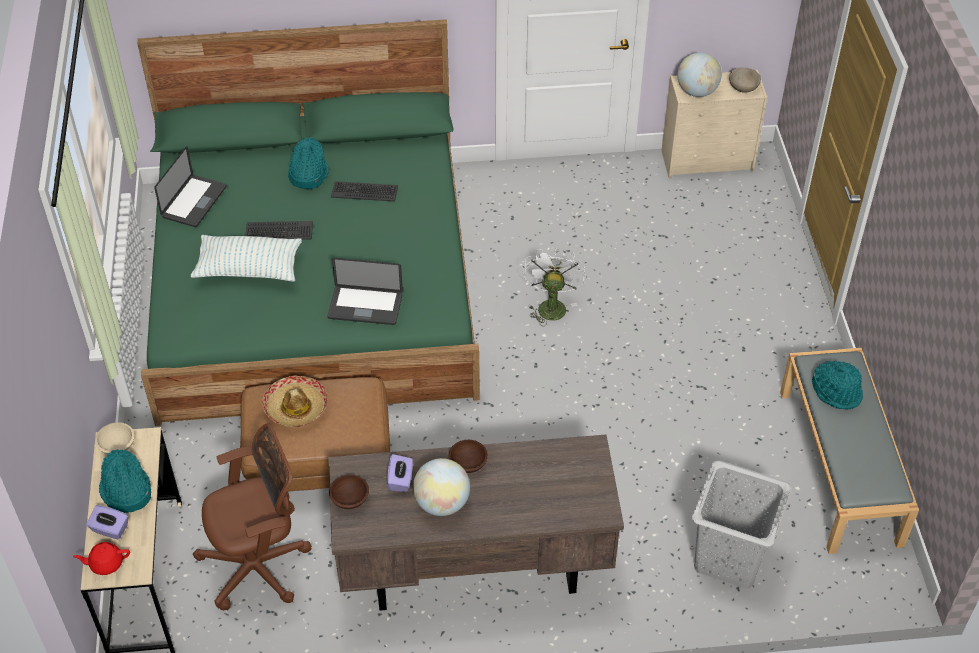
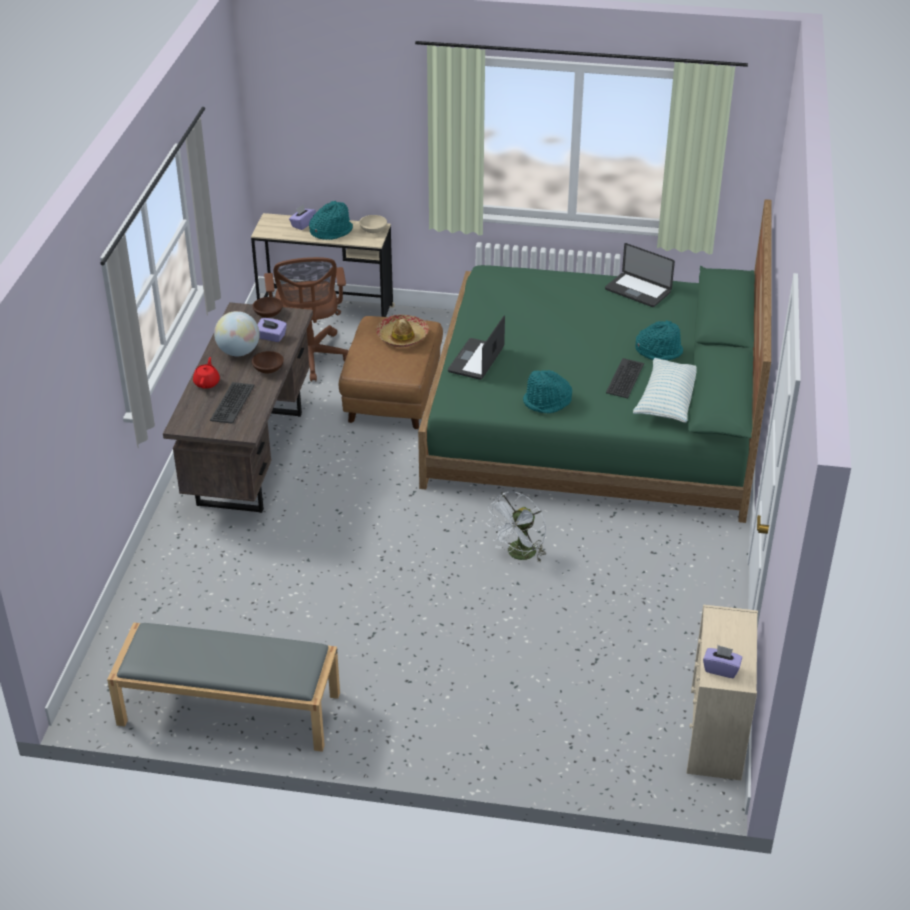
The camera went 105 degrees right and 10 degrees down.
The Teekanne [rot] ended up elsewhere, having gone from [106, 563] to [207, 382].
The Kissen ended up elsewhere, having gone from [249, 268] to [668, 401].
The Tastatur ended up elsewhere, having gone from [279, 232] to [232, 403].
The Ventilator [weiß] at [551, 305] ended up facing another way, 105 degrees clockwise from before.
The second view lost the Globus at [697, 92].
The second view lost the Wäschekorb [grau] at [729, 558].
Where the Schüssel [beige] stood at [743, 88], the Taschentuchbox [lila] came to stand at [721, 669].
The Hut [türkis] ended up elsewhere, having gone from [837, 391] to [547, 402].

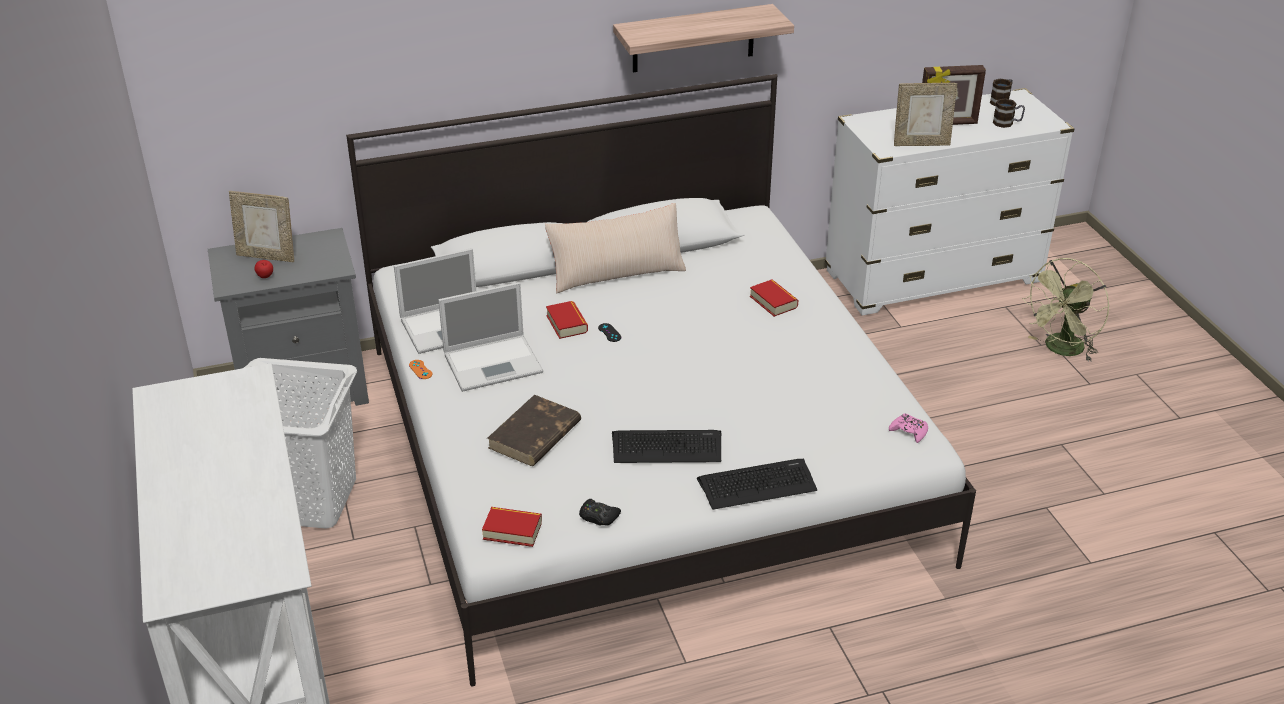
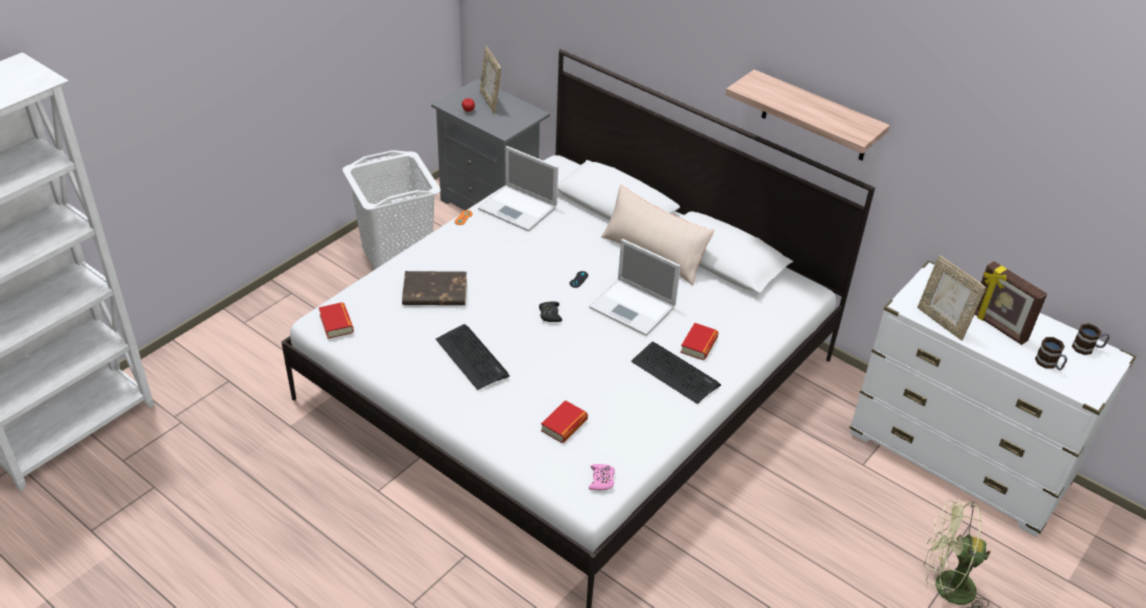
The camera went 55 degrees right and 5 degrees up.
The Laptop ended up elsewhere, having gone from [494, 362] to [634, 308].
The Buch ended up elsewhere, having gone from [567, 324] to [564, 425].
The Gamepad [schwarz] ended up elsewhere, having gone from [598, 517] to [550, 314].
The Tastatur ended up elsewhere, having gone from [757, 484] to [675, 373].

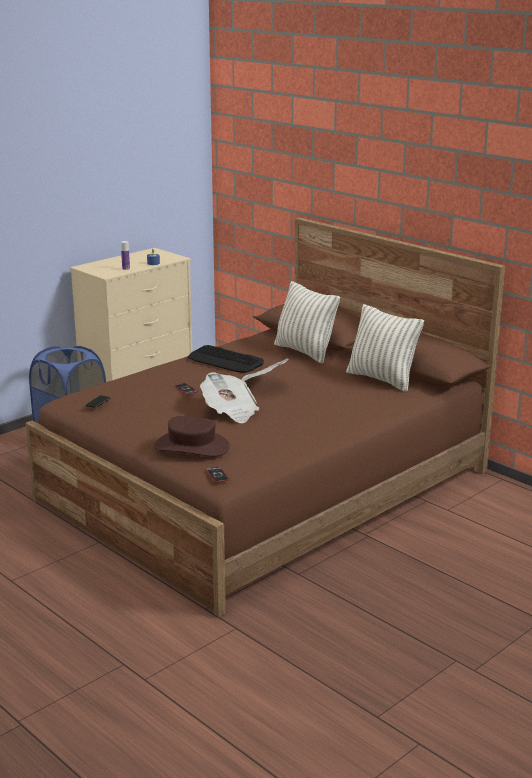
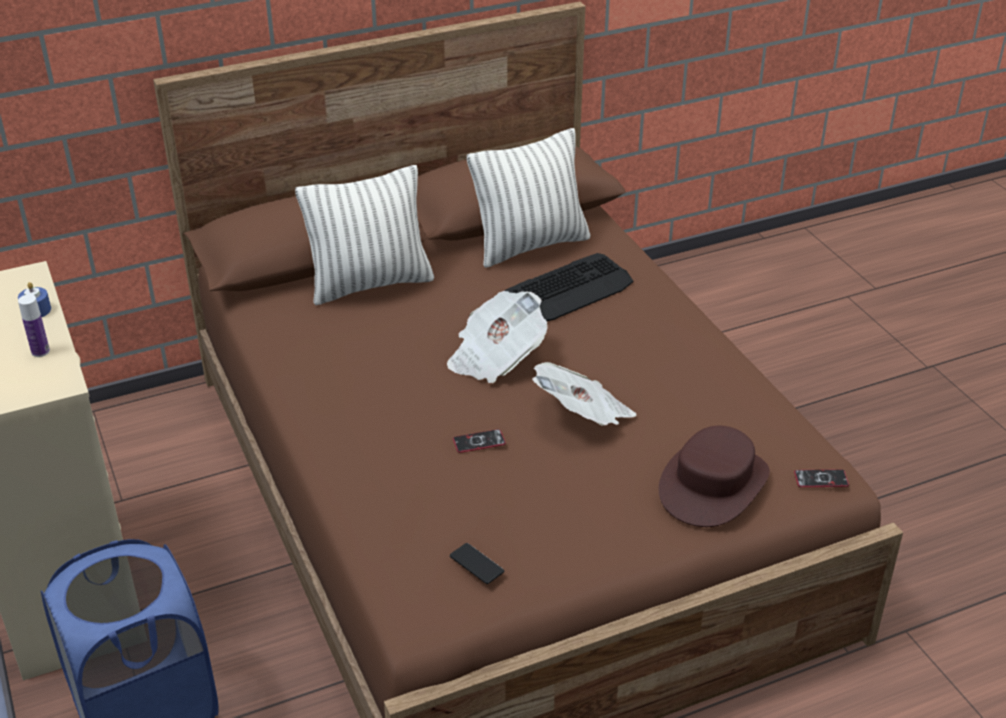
The camera went 70 degrees left and 15 degrees up.
The Tastatur ended up elsewhere, having gone from [225, 361] to [568, 290].

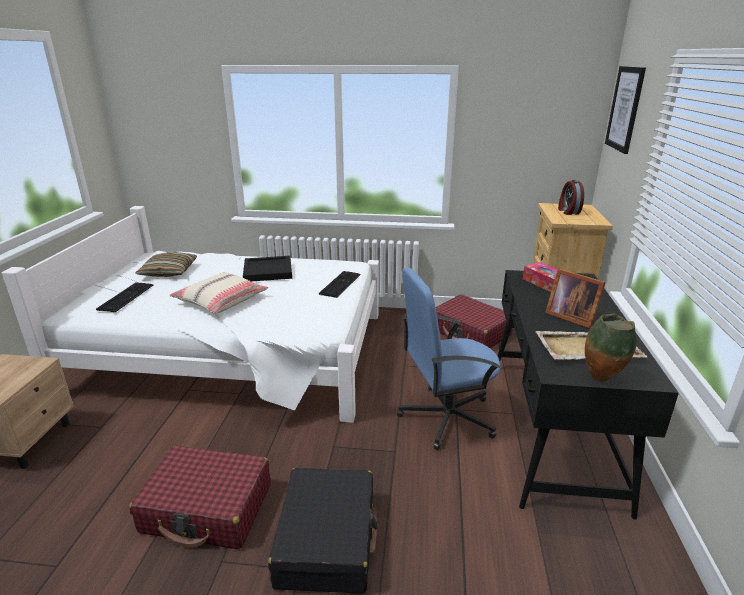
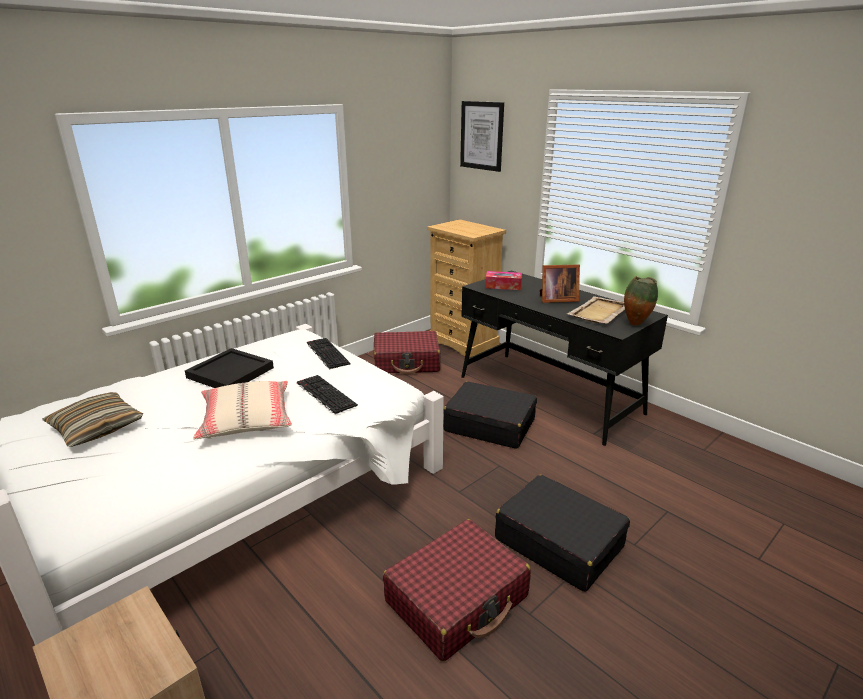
The camera went 50 degrees left and 0 degrees up.
The Tastatur ended up elsewhere, having gone from [125, 297] to [324, 394].
Where the Bürostuhl [blau] stood at [445, 417], the Koffer [schwarz] came to stand at [489, 425].
The second view lost the Wecker at [568, 211].

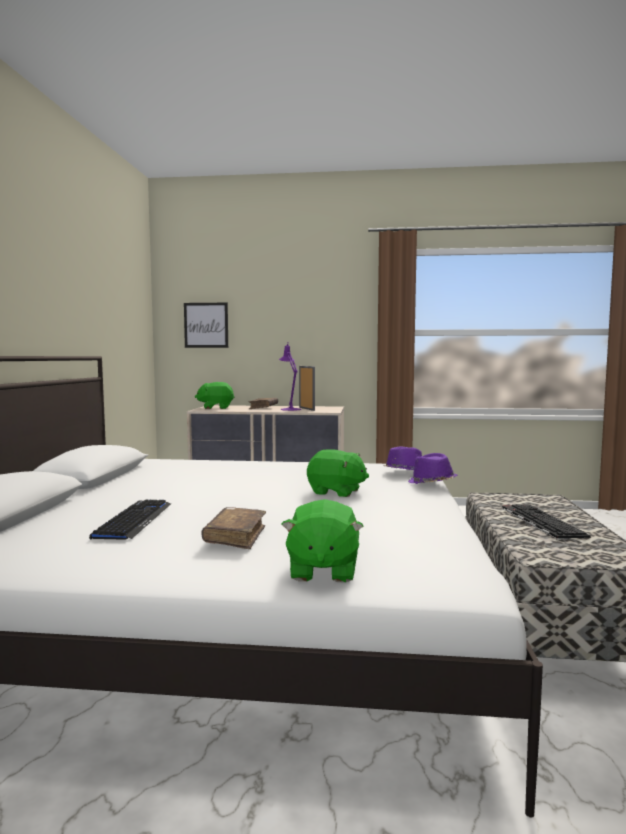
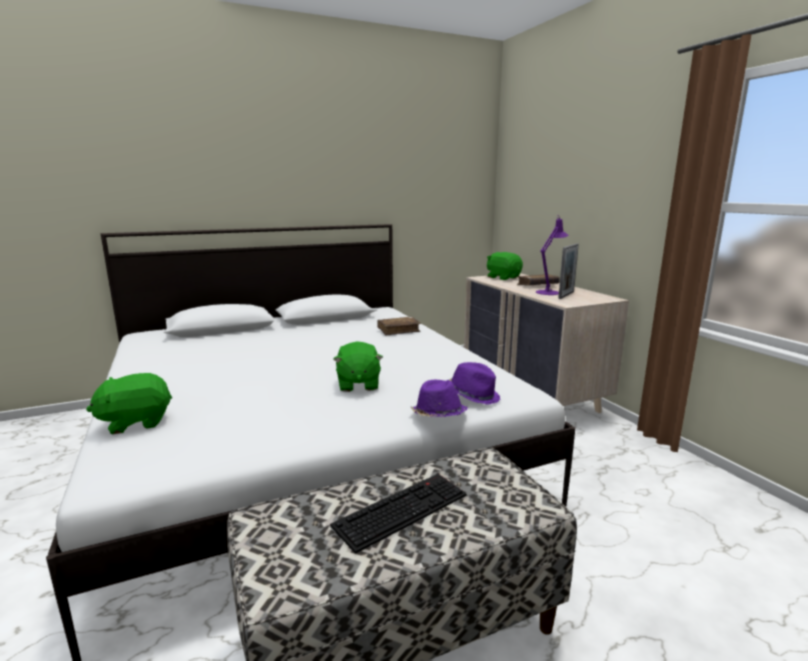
The camera went 60 degrees right and 10 degrees up.
The second view lost the Tastatur at [134, 521].
The second view lost the Bild at [206, 325].
The Buch [braun] ended up elsewhere, having gone from [235, 537] to [398, 330].

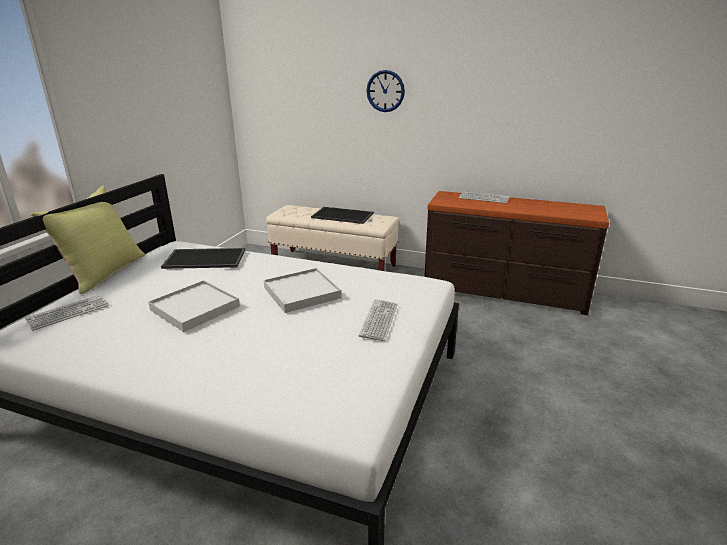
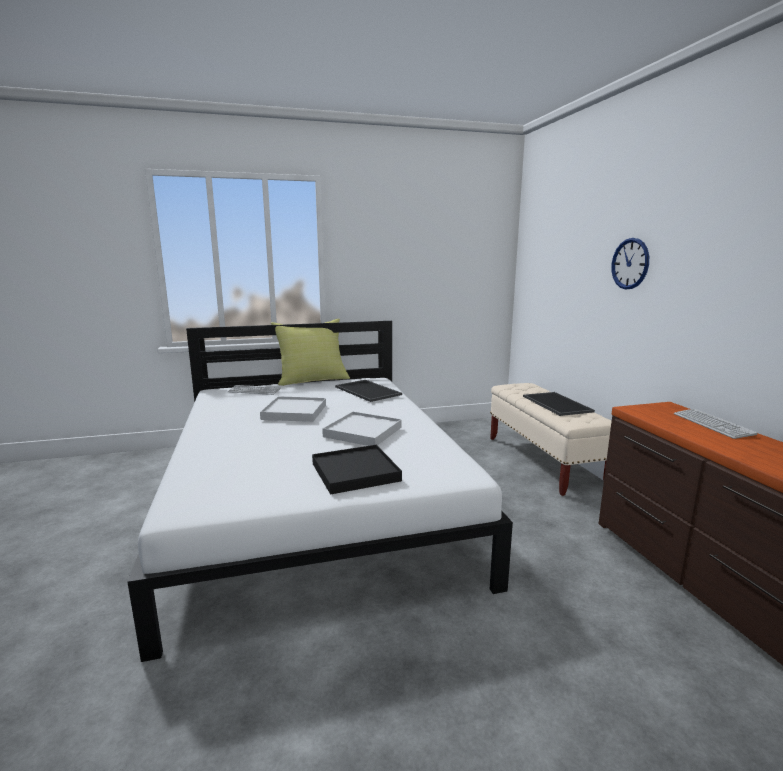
The camera went 55 degrees right and 10 degrees down.
Where the Tastatur stood at [379, 320], the Tablett [schwarz] came to stand at [355, 472].

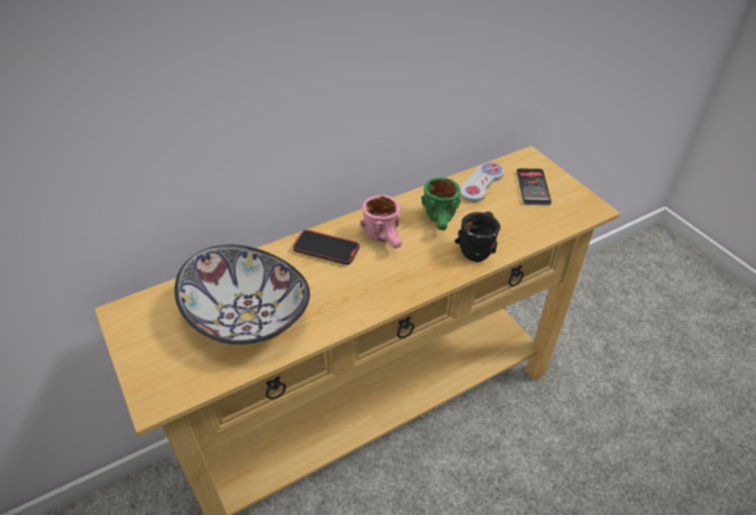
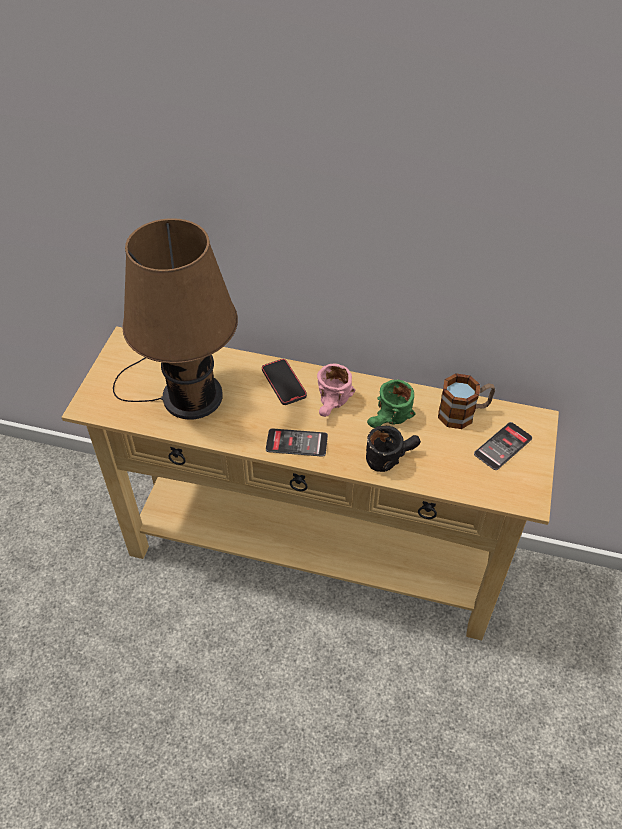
The camera went 45 degrees right and 5 degrees up.
Where the Schüssel stood at [249, 316], the Tischlampe [braun] came to stand at [186, 394].
Where the Gamepad [weiß] stood at [481, 183], the Henkelbecher came to stand at [463, 413].
The second view gained the Handy at [296, 443].

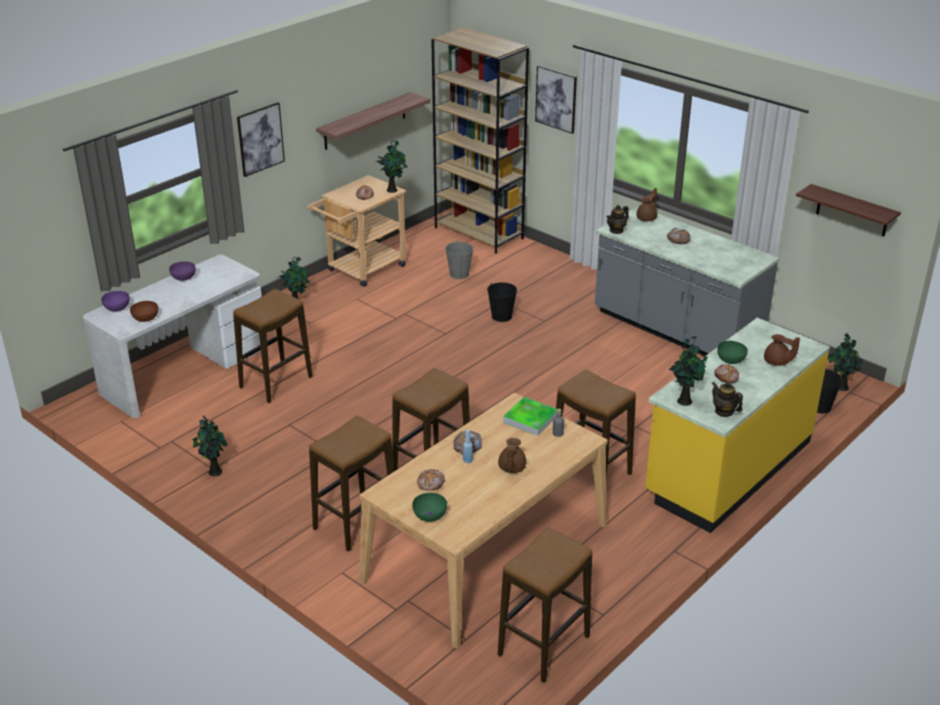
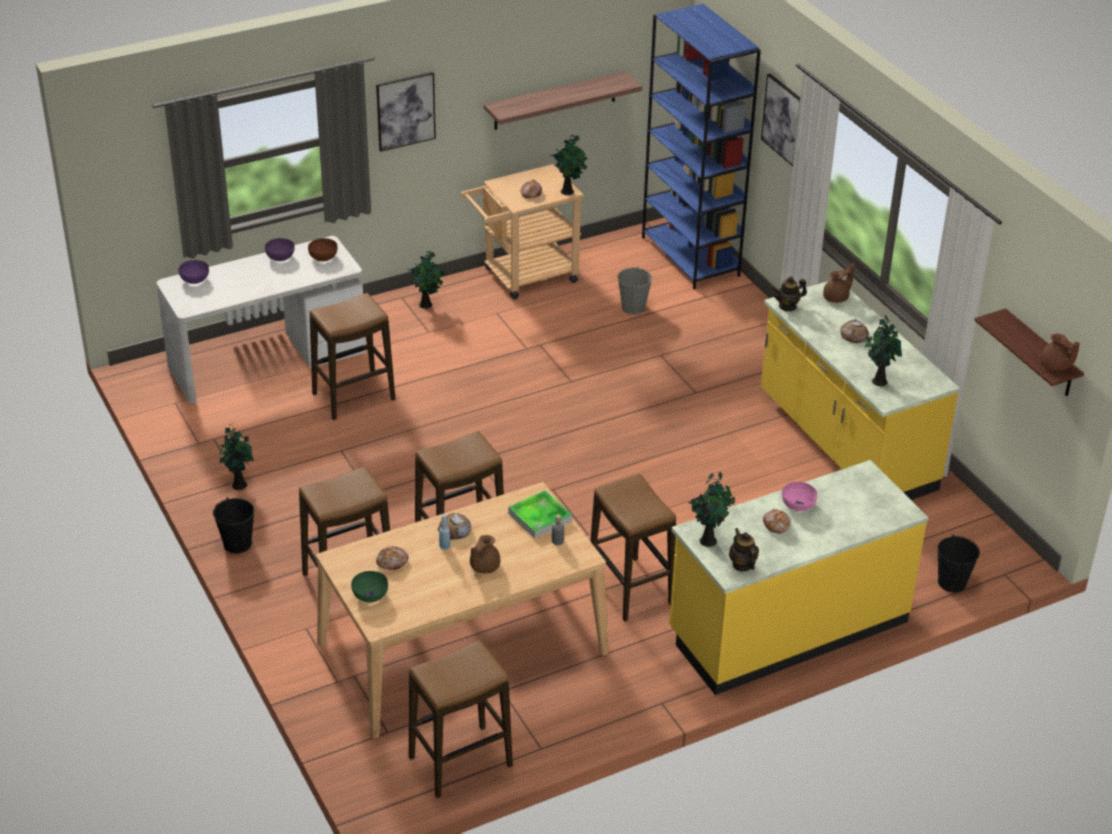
The camera went 20 degrees right and 5 degrees up.
The Schüssel [braun] ended up elsewhere, having gone from [146, 318] to [323, 257].
What was the Bücherregal [braun] at [479, 233] turned into the Bücherregal [blau] at [691, 257].
The Eimer [schwarz] ended up elsewhere, having gone from [501, 316] to [237, 543].
What was the Küchenzeile [grau] at [676, 331] turned into the Küchenzeile [gelb] at [845, 443].
What was the Schüssel [grün] at [730, 359] turned into the Schüssel [rosa] at [797, 505].
The Teekanne [braun] ended up elsewhere, having gone from [777, 362] to [1055, 366].
The Topfpflanze ended up elsewhere, having gone from [841, 387] to [878, 380].

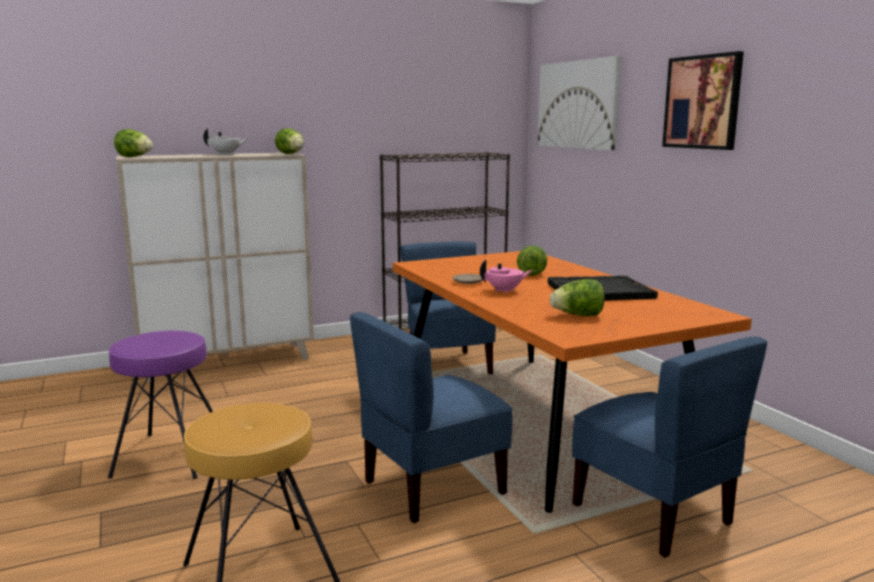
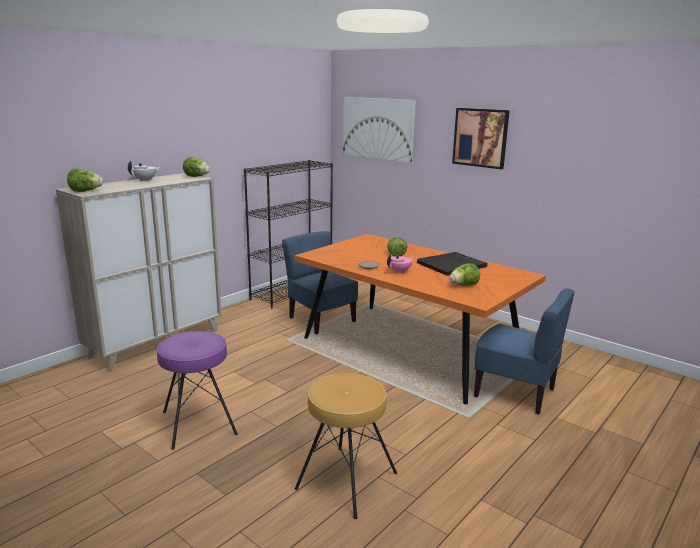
The camera went 25 degrees left and 5 degrees up.
The second view lost the Stuhl [blau] at [432, 487].

